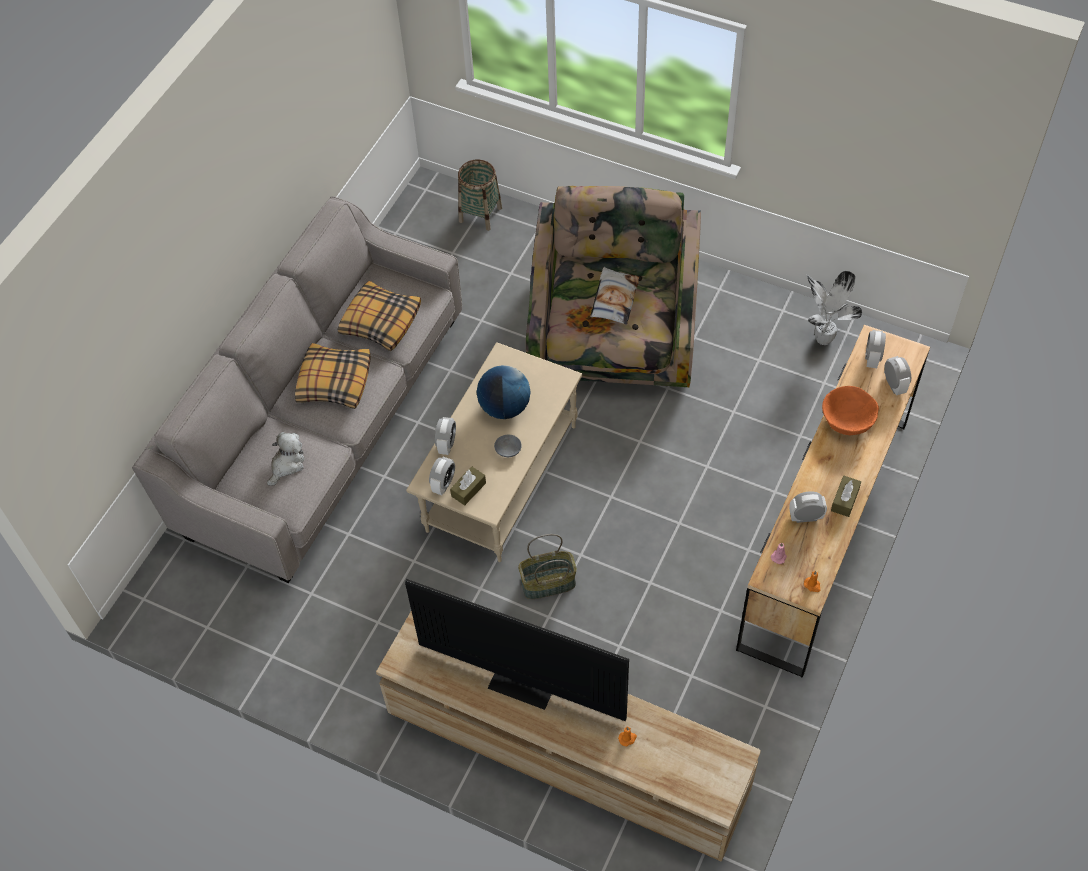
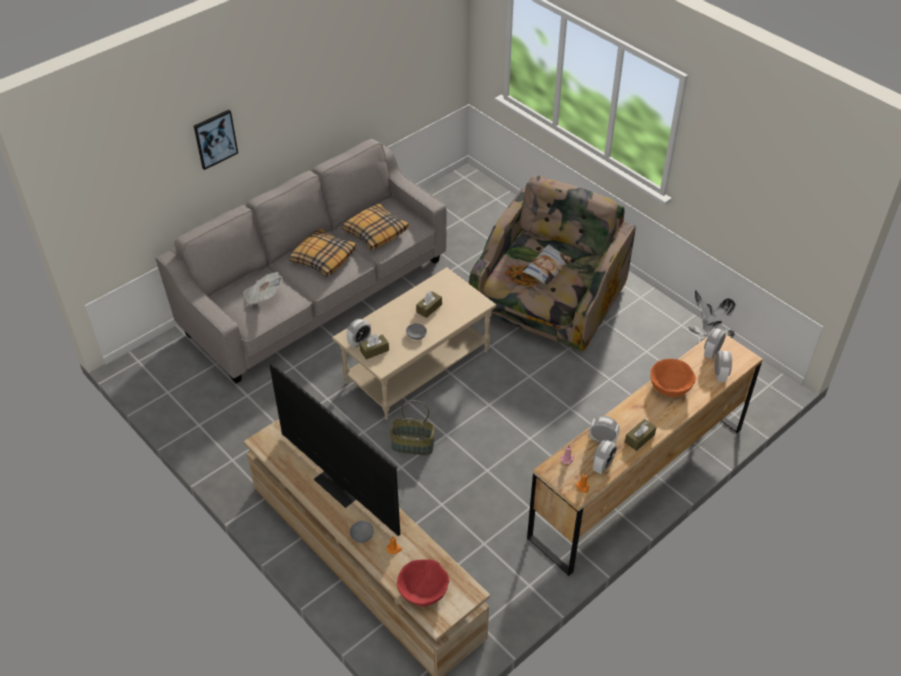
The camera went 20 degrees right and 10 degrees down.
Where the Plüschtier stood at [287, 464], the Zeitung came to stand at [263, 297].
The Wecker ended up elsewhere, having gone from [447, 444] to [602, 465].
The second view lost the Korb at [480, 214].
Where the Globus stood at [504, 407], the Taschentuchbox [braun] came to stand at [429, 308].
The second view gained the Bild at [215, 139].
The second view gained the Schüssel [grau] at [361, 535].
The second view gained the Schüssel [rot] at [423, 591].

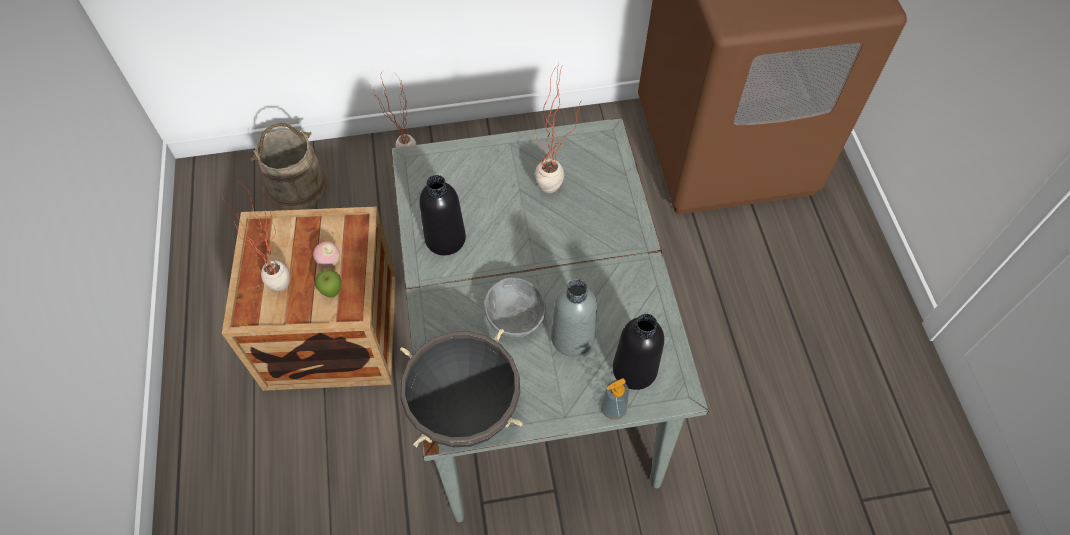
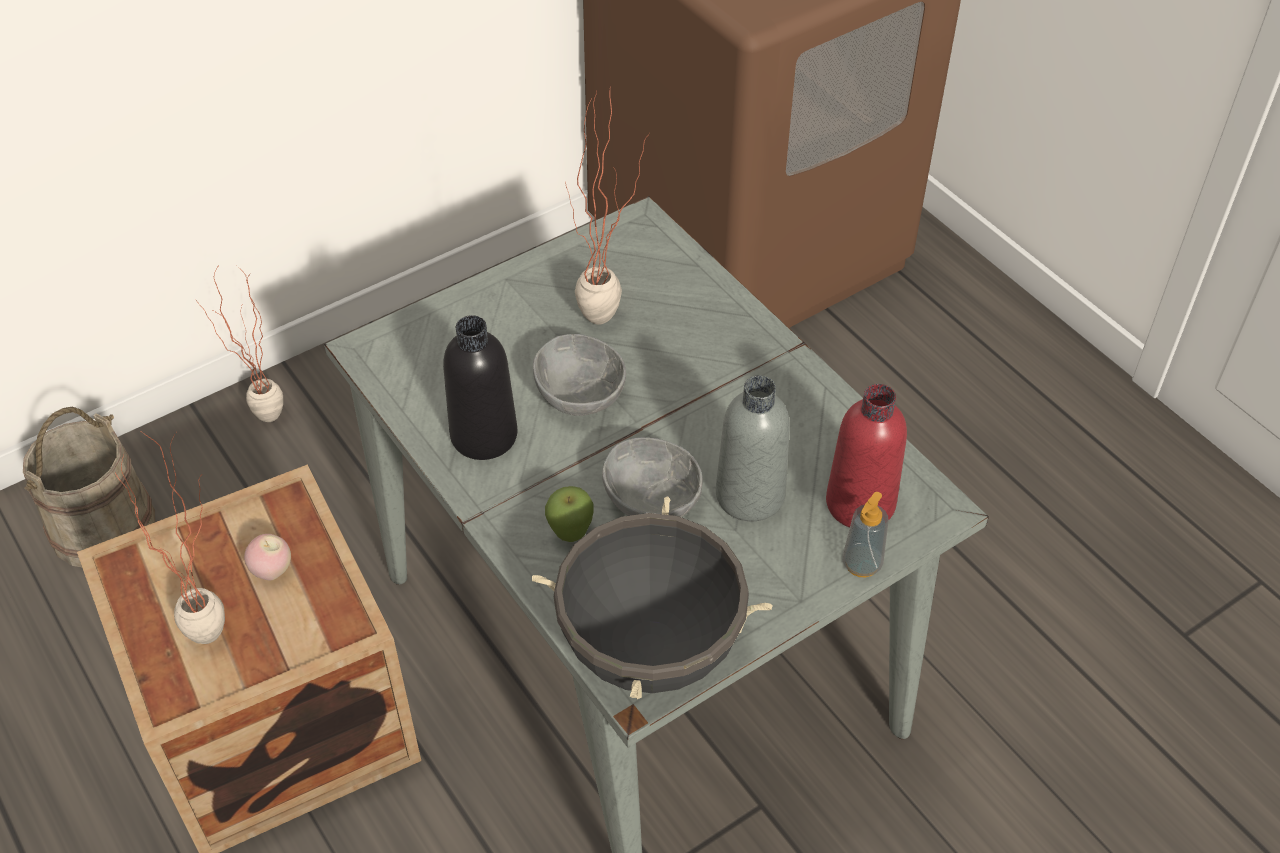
The camera went 25 degrees left and 10 degrees down.
The Apfel ended up elsewhere, having gone from [332, 293] to [570, 535].
What was the Flasche [schwarz] at [634, 370] turned into the Flasche [rot] at [860, 503].
The second view gained the Schüssel [grau] at [581, 394].

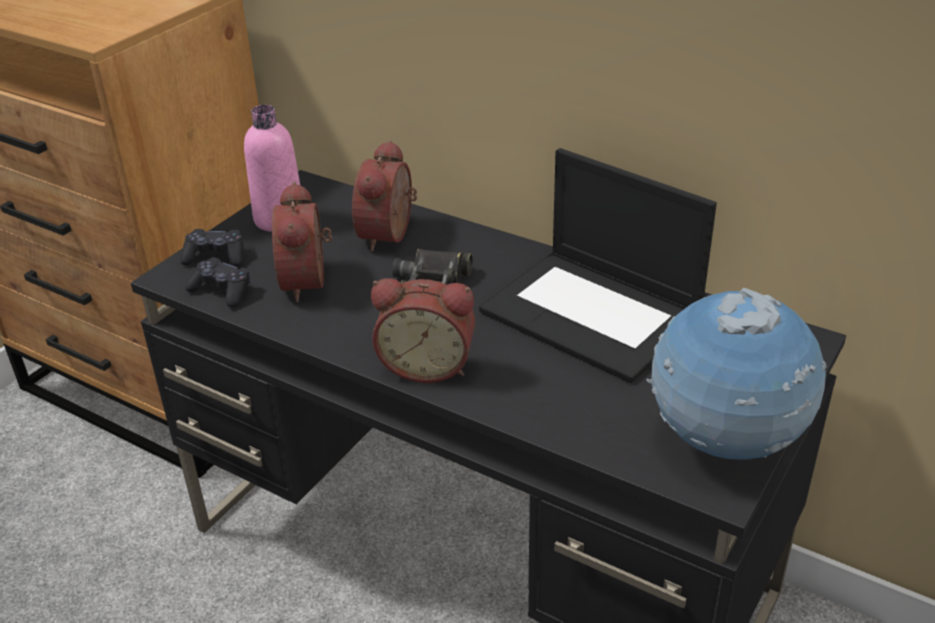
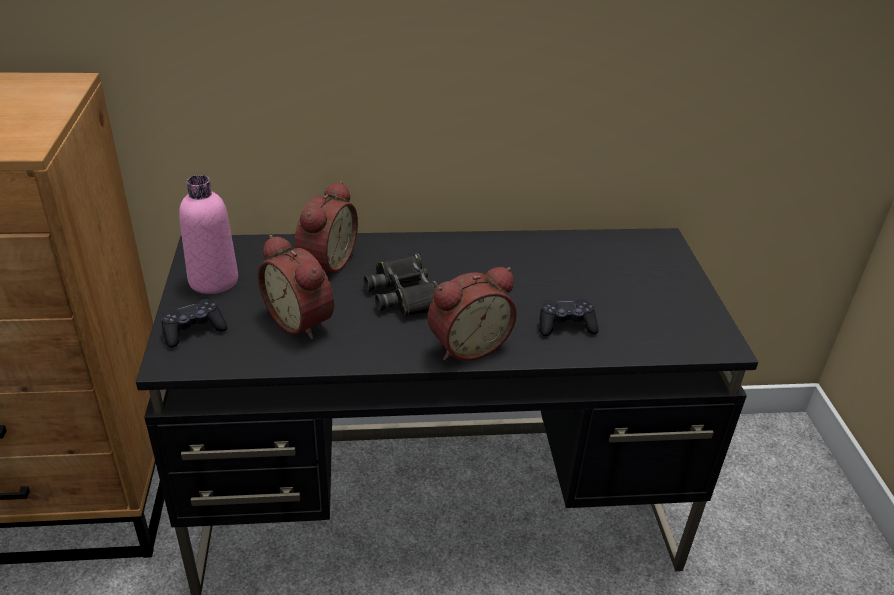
The camera went 40 degrees left and 0 degrees up.
The Gamepad [schwarz] ended up elsewhere, having gone from [222, 291] to [566, 325].
The Wecker at [391, 235] ended up facing another way, 135 degrees counterclockwise from before.
The second view lost the Laptop at [593, 314].
The second view lost the Globus at [725, 443].

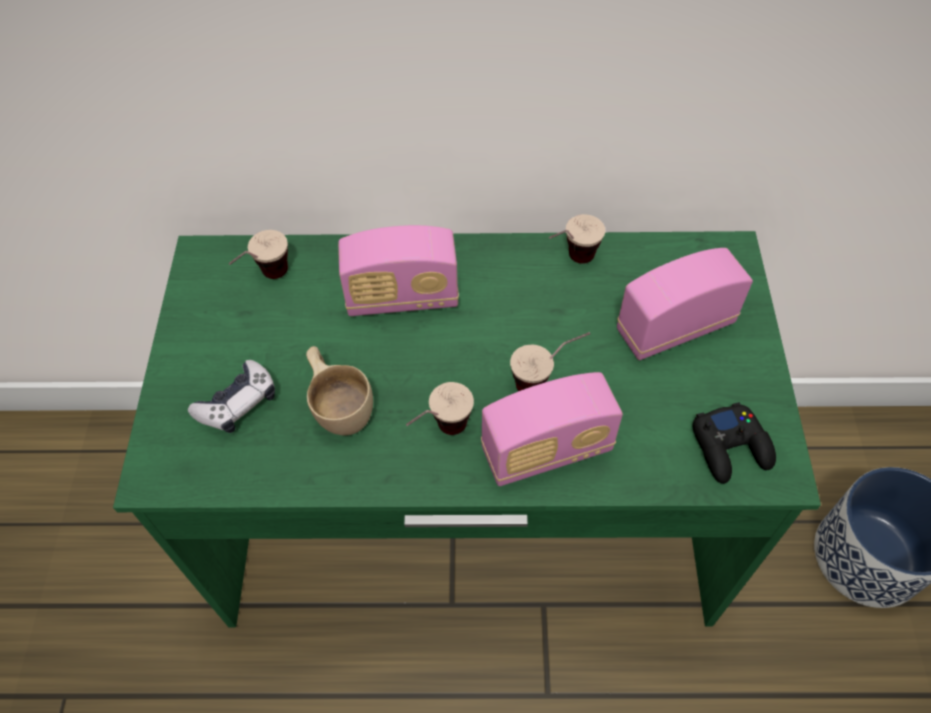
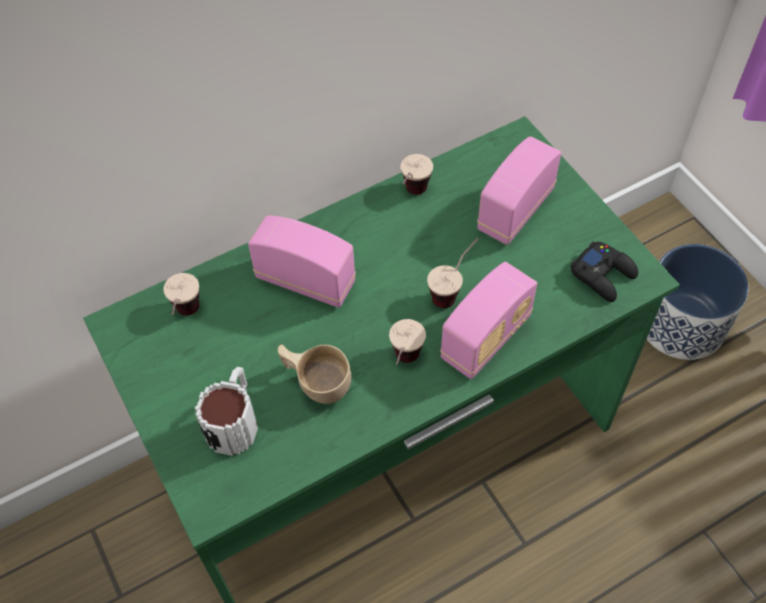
The camera went 30 degrees left and 0 degrees up.
Where the Gamepad stood at [238, 403], the Henkelbecher came to stand at [235, 421].
The Radio at [402, 298] ended up facing another way, 120 degrees counterclockwise from before.

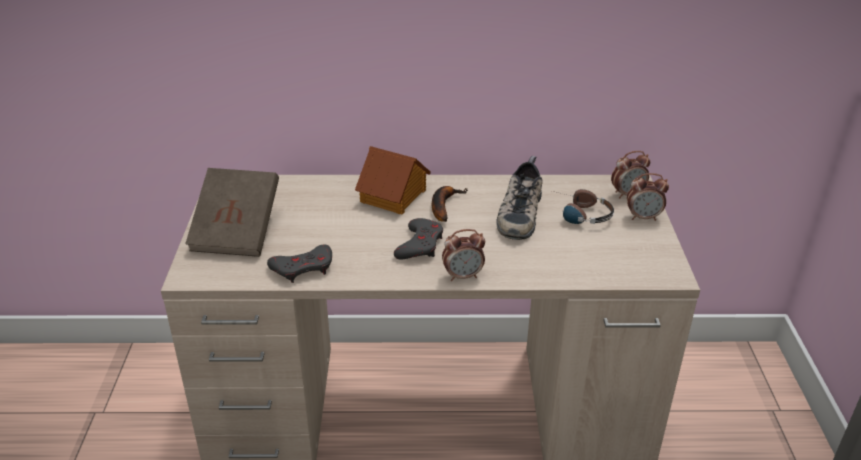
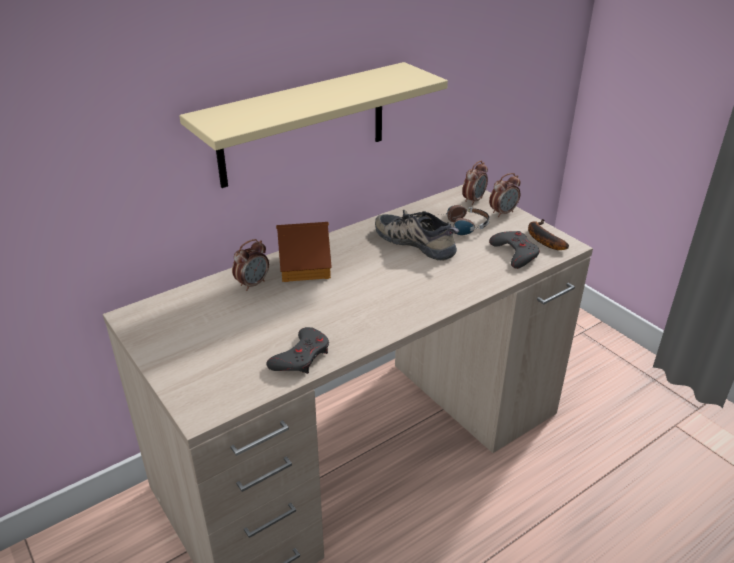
The camera went 35 degrees left and 0 degrees up.
The second view lost the Buch [braun] at [237, 231].
The Gamepad [grau] ended up elsewhere, having gone from [420, 245] to [515, 253].
The Banane ended up elsewhere, having gone from [443, 205] to [542, 238].
The Wecker ended up elsewhere, having gone from [463, 276] to [253, 284].
The Schuh at [518, 212] ended up facing another way, 150 degrees clockwise from before.
The second view gained the Wandregal [beige] at [303, 125].

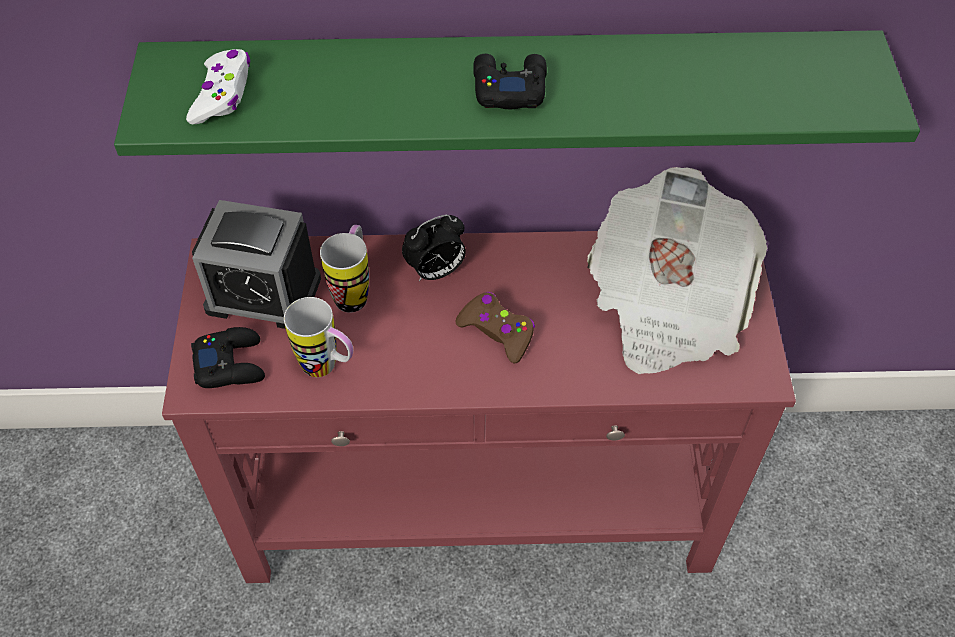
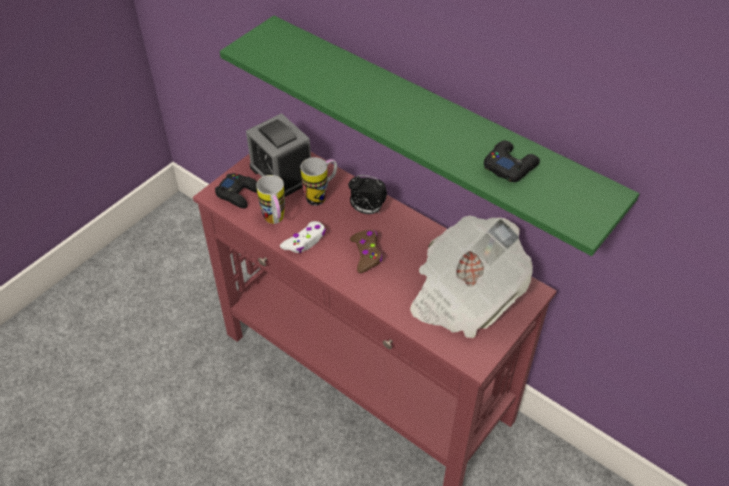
The camera went 40 degrees right and 5 degrees down.
The Gamepad [weiß] ended up elsewhere, having gone from [222, 94] to [305, 241].
The Gamepad [schwarz] ended up elsewhere, having gone from [509, 87] to [510, 166].

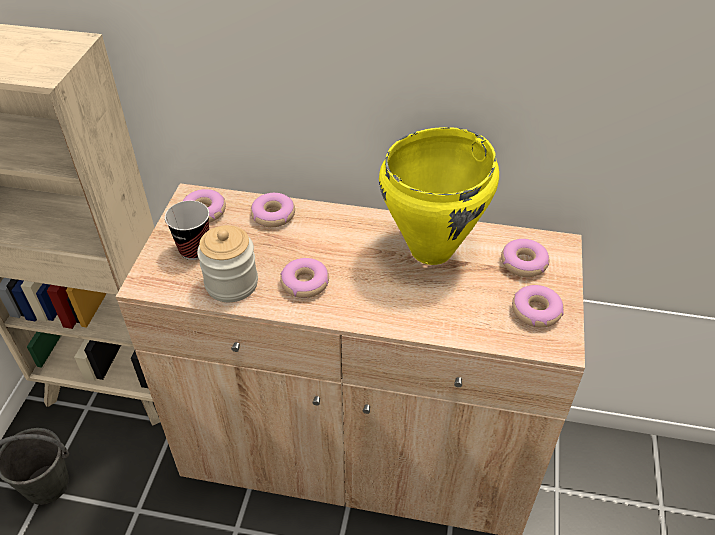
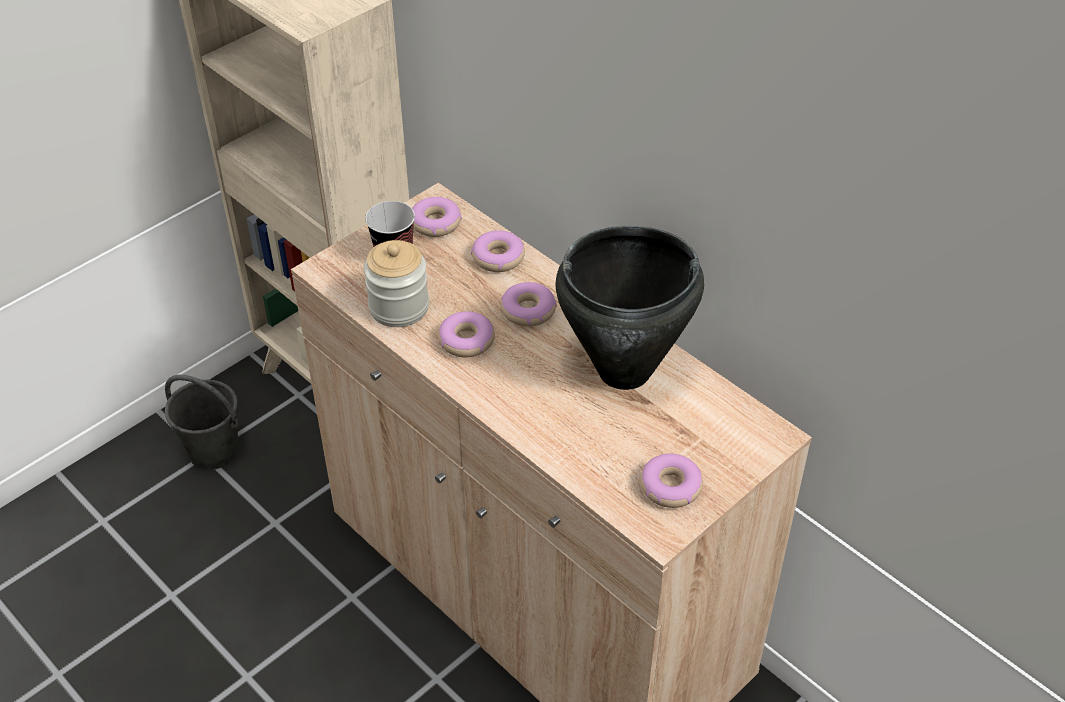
The camera went 35 degrees right and 0 degrees up.
What was the Kochtopf [gelb] at [432, 250] turned into the Kochtopf [schwarz] at [625, 371].
The Donut ended up elsewhere, having gone from [524, 263] to [528, 311].

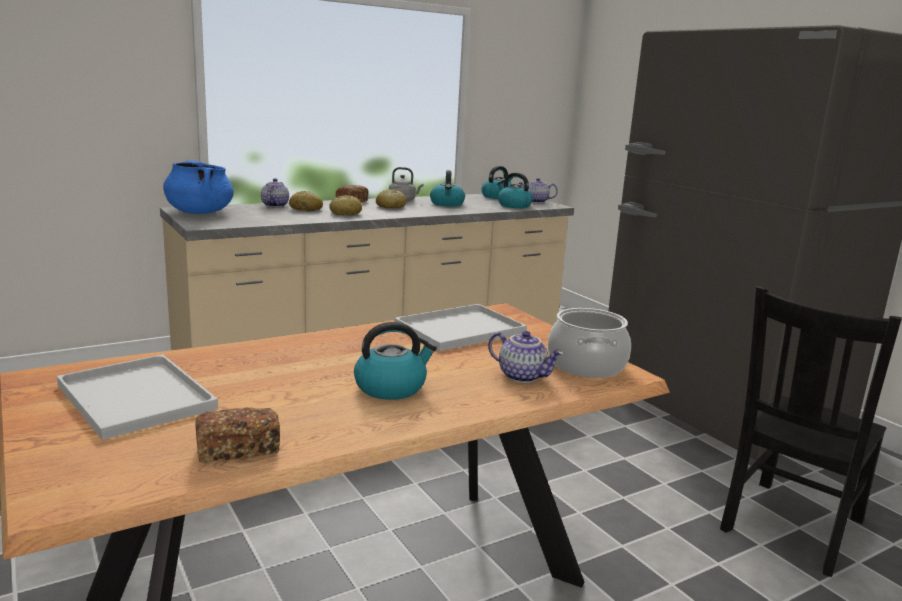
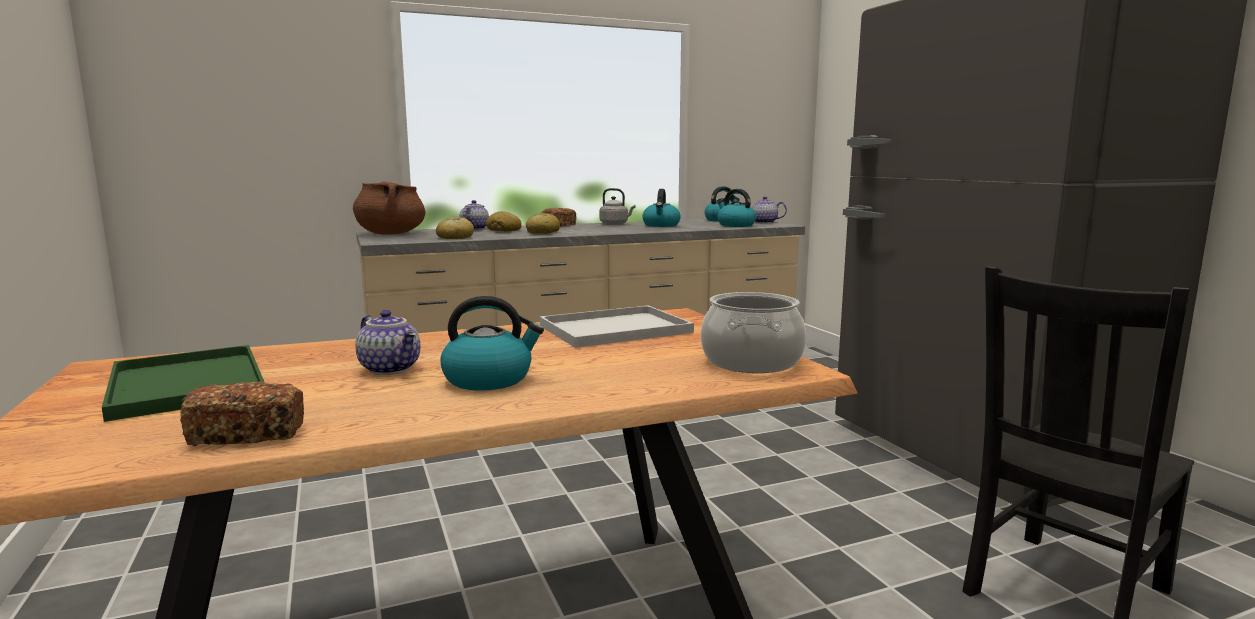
The camera went 10 degrees right and 5 degrees down.
What was the Tablett [weiß] at [133, 396] turned into the Tablett [grün] at [185, 383].
What was the Kochtopf [blau] at [199, 212] turned into the Kochtopf [braun] at [391, 234].
The Brot ended up elsewhere, having gone from [390, 206] to [455, 237].
The Teekanne ended up elsewhere, having gone from [523, 376] to [391, 368].

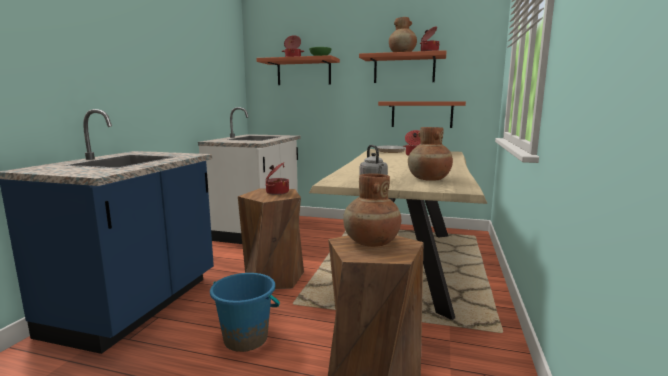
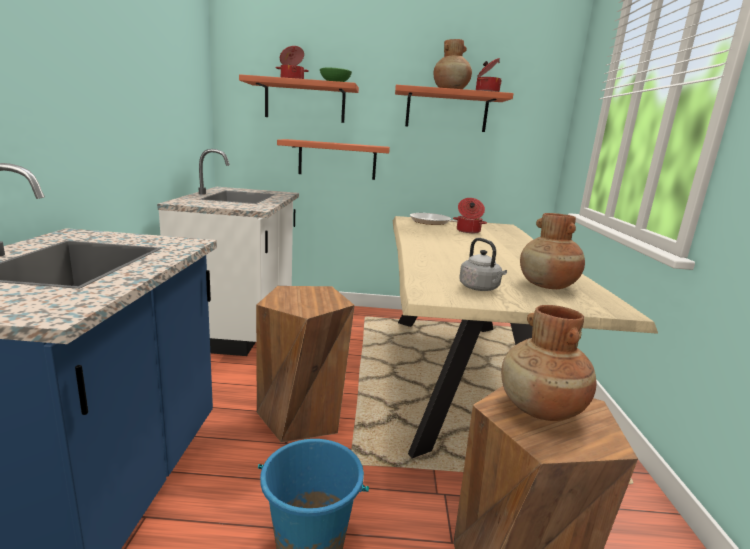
The camera went 15 degrees left and 5 degrees up.
The second view lost the Kochtopf at [277, 192].
The Wandregal ended up elsewhere, having gone from [421, 114] to [337, 160].

